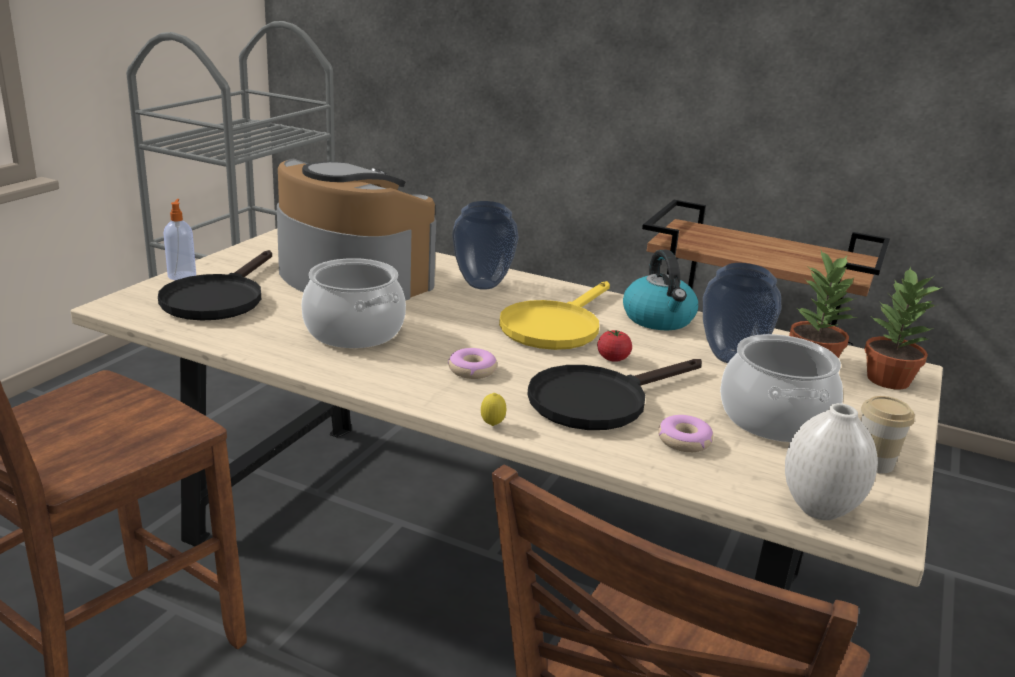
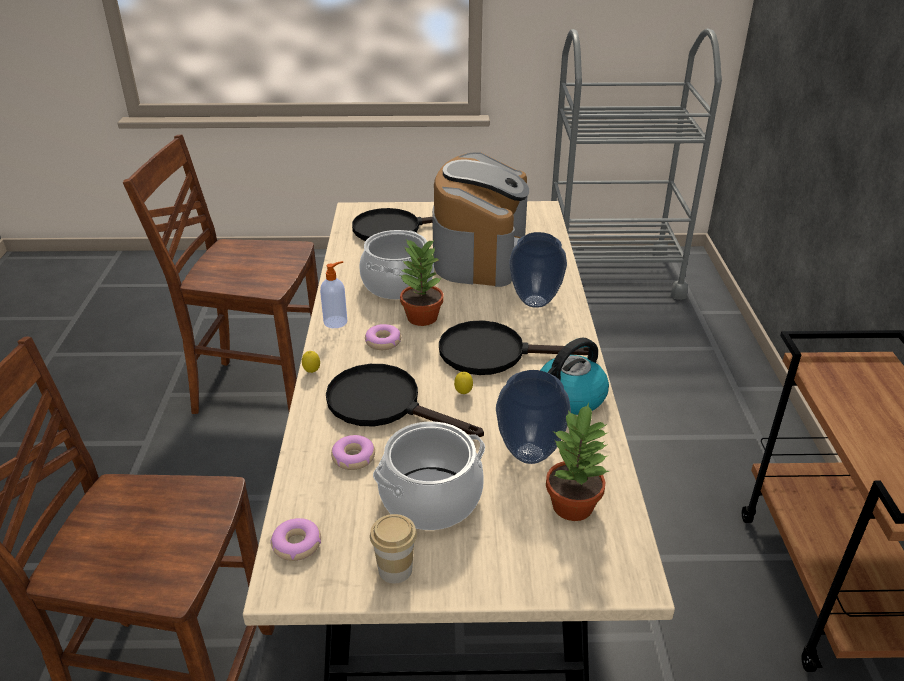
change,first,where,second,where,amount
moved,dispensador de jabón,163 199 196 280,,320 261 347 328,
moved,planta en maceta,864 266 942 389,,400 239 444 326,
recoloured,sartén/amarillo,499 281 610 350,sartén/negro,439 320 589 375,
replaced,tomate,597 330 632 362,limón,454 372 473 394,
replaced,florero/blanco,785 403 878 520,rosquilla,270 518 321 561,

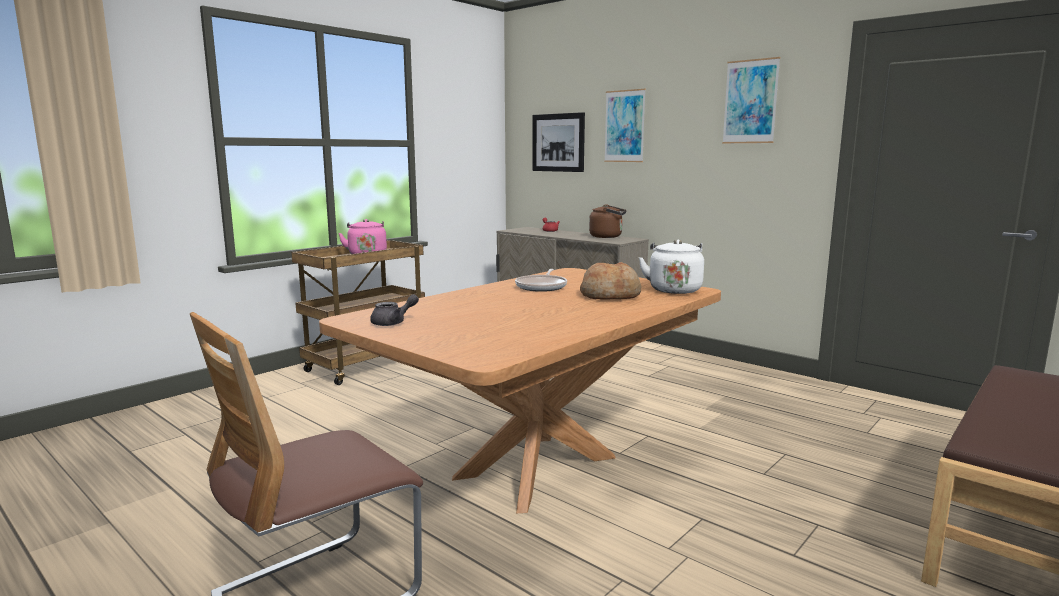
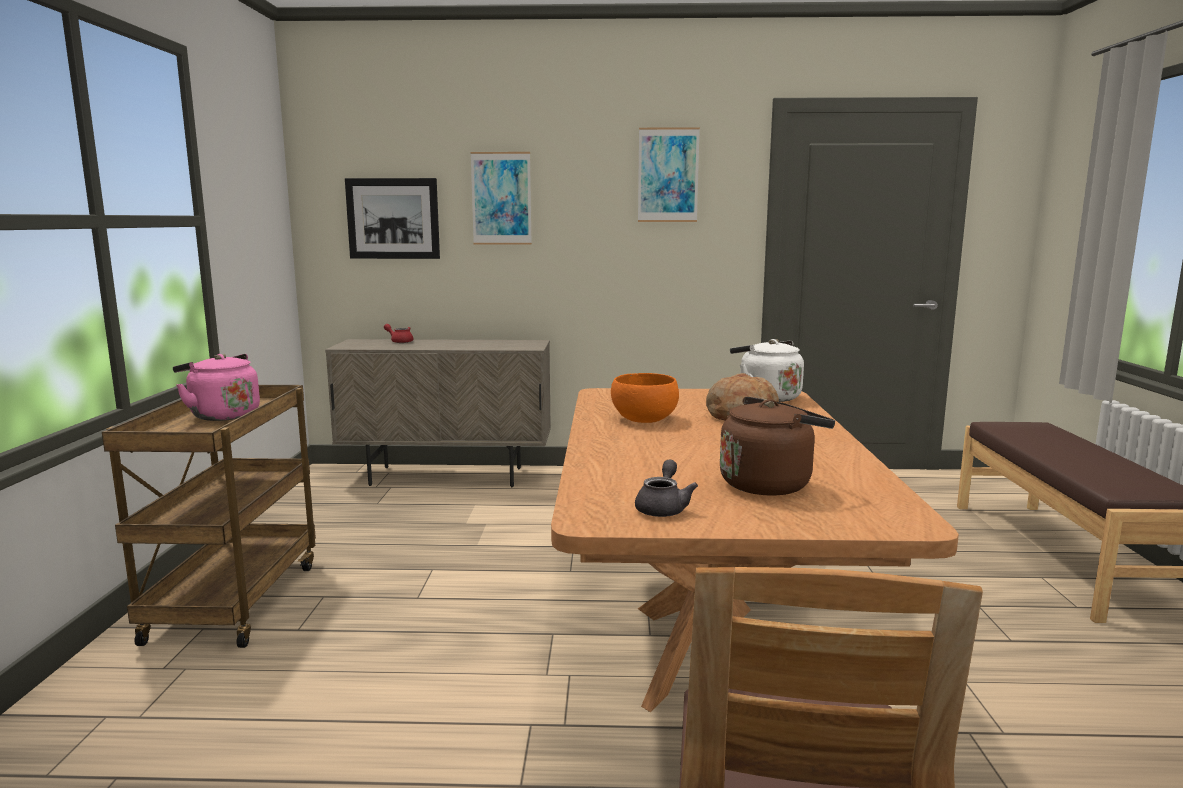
change,first,where,second,where,amount
moved,hervidor/marrón,589 204 626 238,,720 397 835 496,
replaced,sartén,515 269 567 292,cuenco/naranja,611 373 679 423,

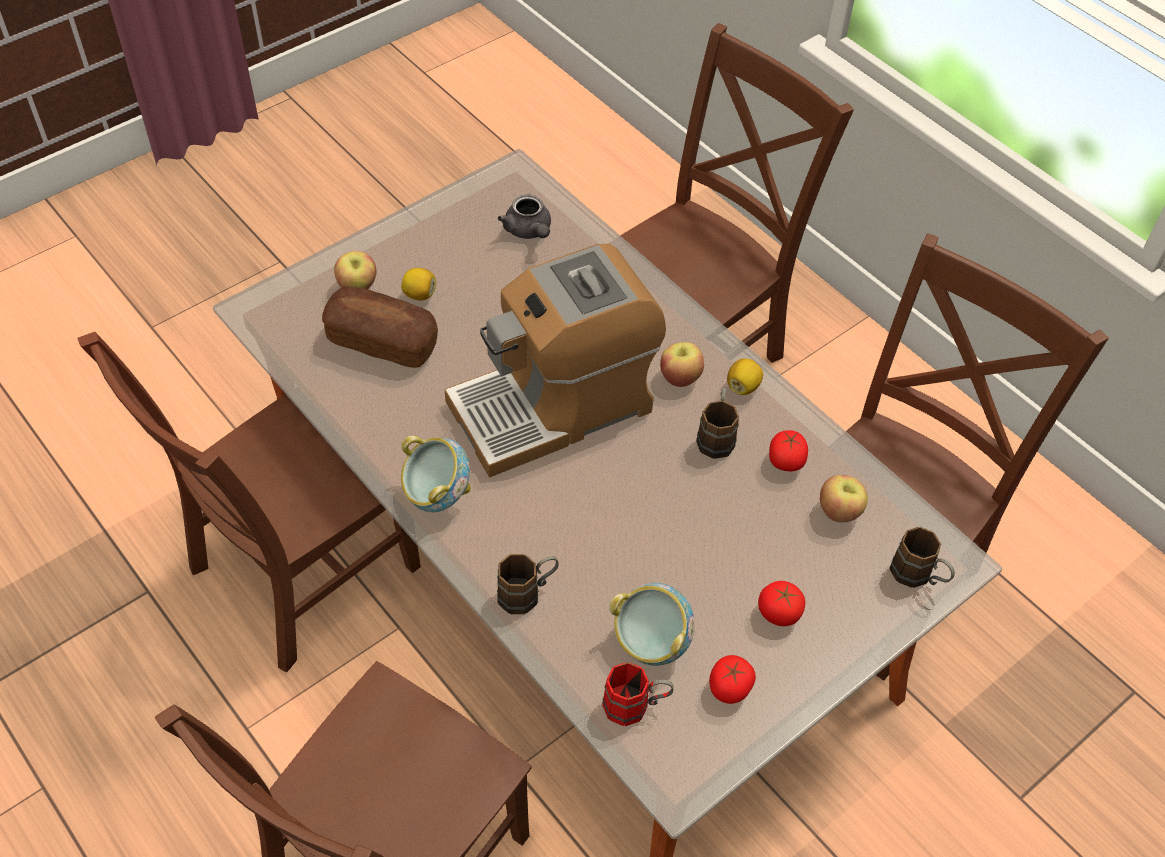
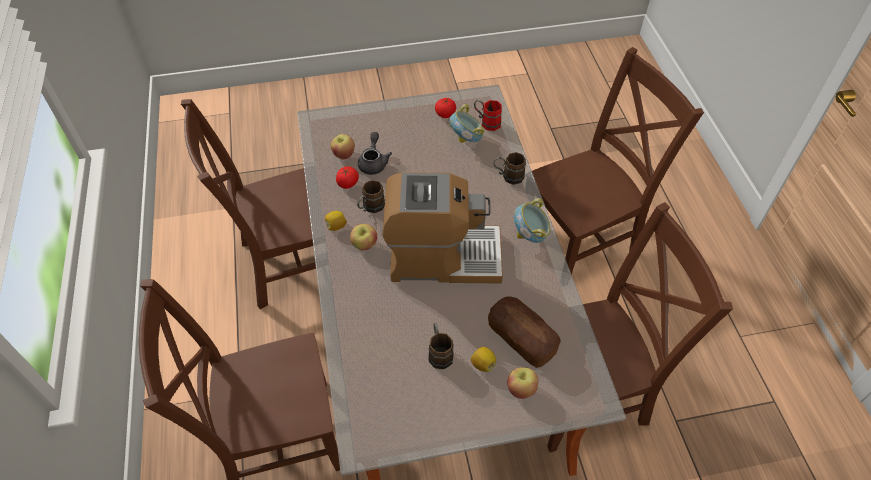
change,first,where,second,where,amount
moved,tetera/gris,498 195 551 239,,358 132 392 175,
moved,taza grande/marrón,890 527 955 588,,428 323 454 369,
removed,tomate,758 581 806 626,,,

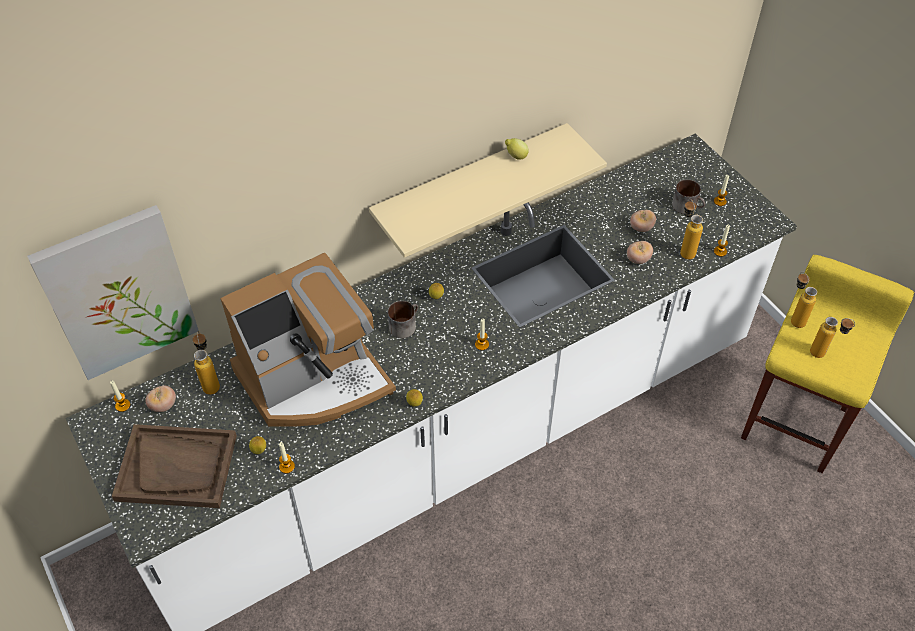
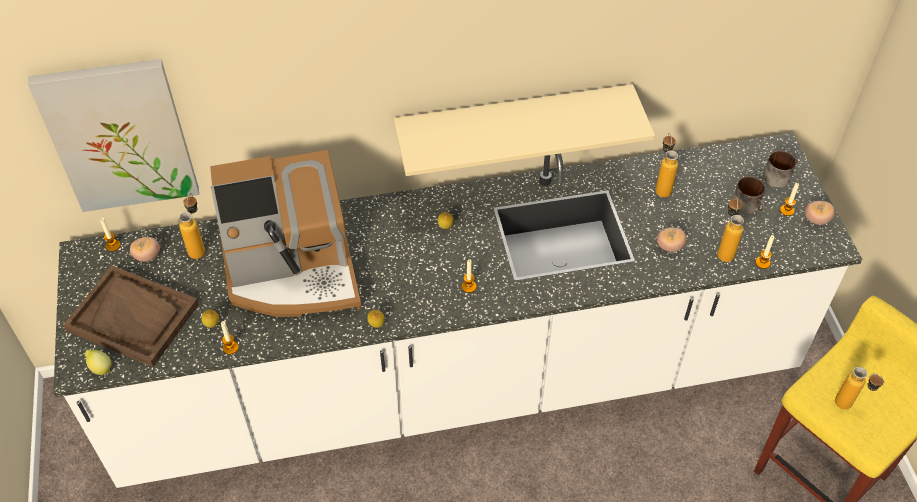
change,first,where,second,where,amount
moved,limón,505 138 529 160,,85 349 112 375,
moved,tomate,630 210 656 232,,805 201 835 225,
moved,botella,791 272 817 328,,655 133 678 197,
moved,taza grande,388 301 418 338,,763 151 798 188,

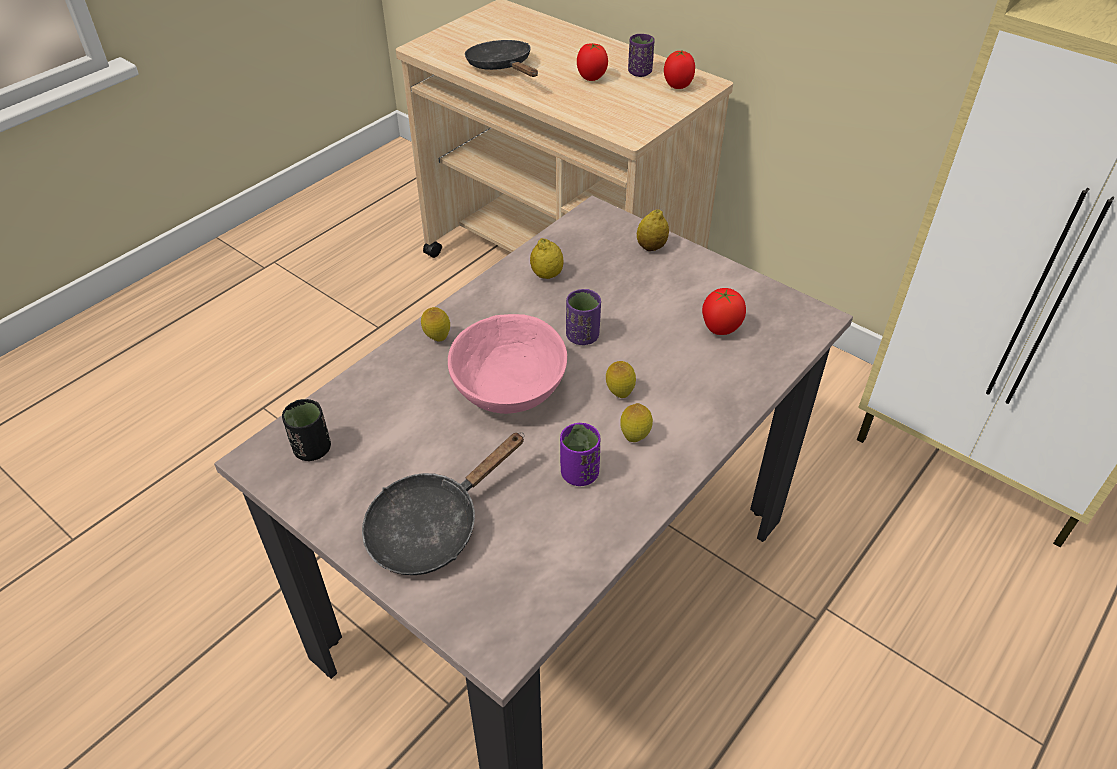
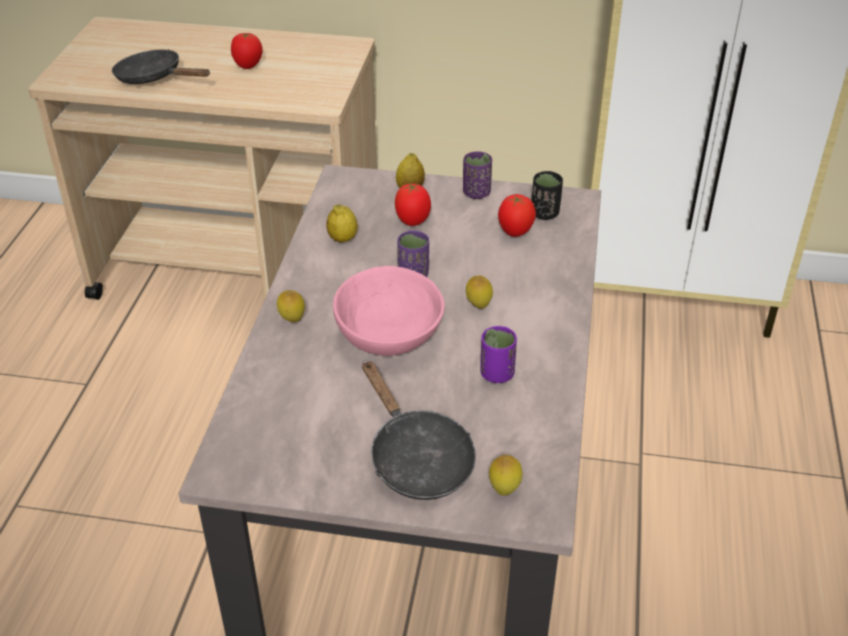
change,first,where,second,where,amount
moved,taza/morado,628 34 655 77,,463 151 492 199,
moved,tomate,664 51 695 89,,395 183 431 226,
moved,taza/negro,282 399 331 461,,531 171 563 220,
moved,limón,620 403 653 442,,489 455 522 495,
turned,sartén/negro,362 432 524 575,,362 360 476 500,45 degrees counterclockwise

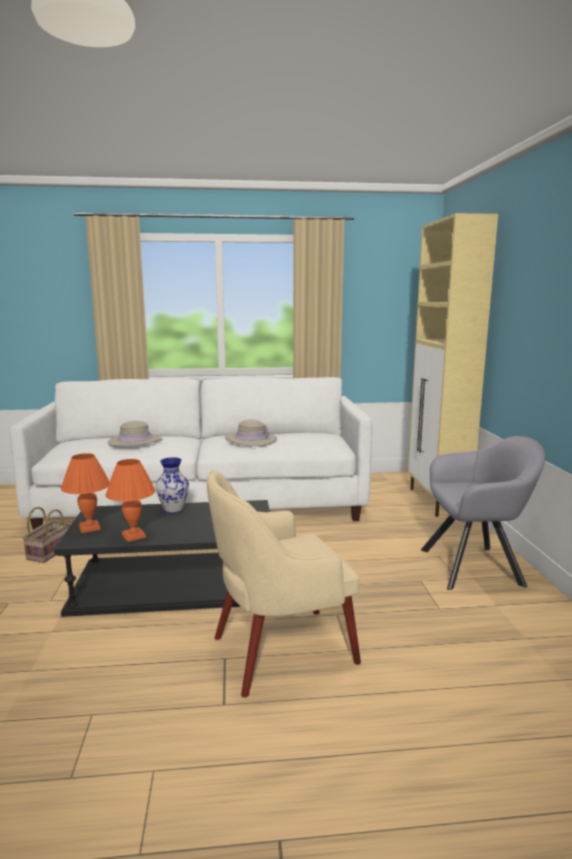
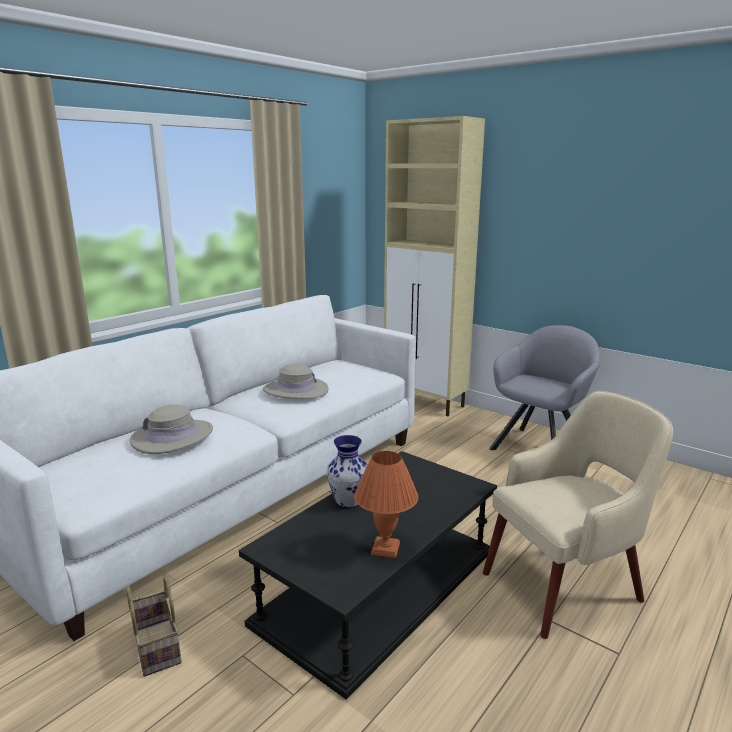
change,first,where,second,where,amount
removed,lámpara de mesa/naranja,61 453 110 533,,,
turned,sillón/beis,207 470 361 698,,483 391 673 639,135 degrees counterclockwise

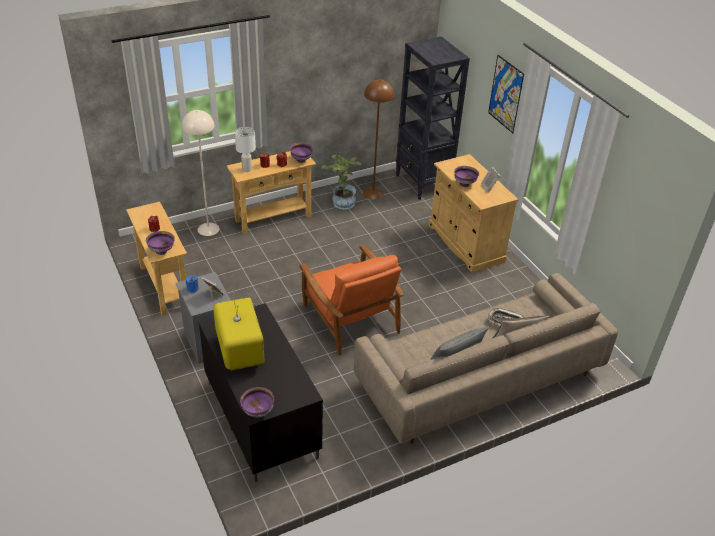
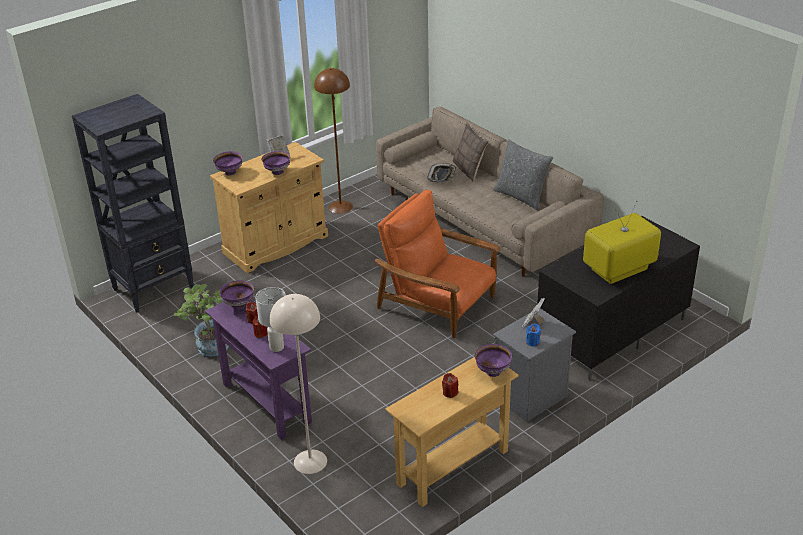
change,first,where,second,where,amount
removed,cuadro,488 55 524 133,,,
moved,lámpara de pie/marrón,363 79 394 200,,314 68 353 214,
recoloured,mesa consola/beis,226 151 316 234,mesa consola/morado,205 300 312 440,
turned,sillón/naranja,299 245 404 356,,375 190 501 339,105 degrees counterclockwise
moved,cuenco/morado,240 387 274 418,,213 151 243 175,

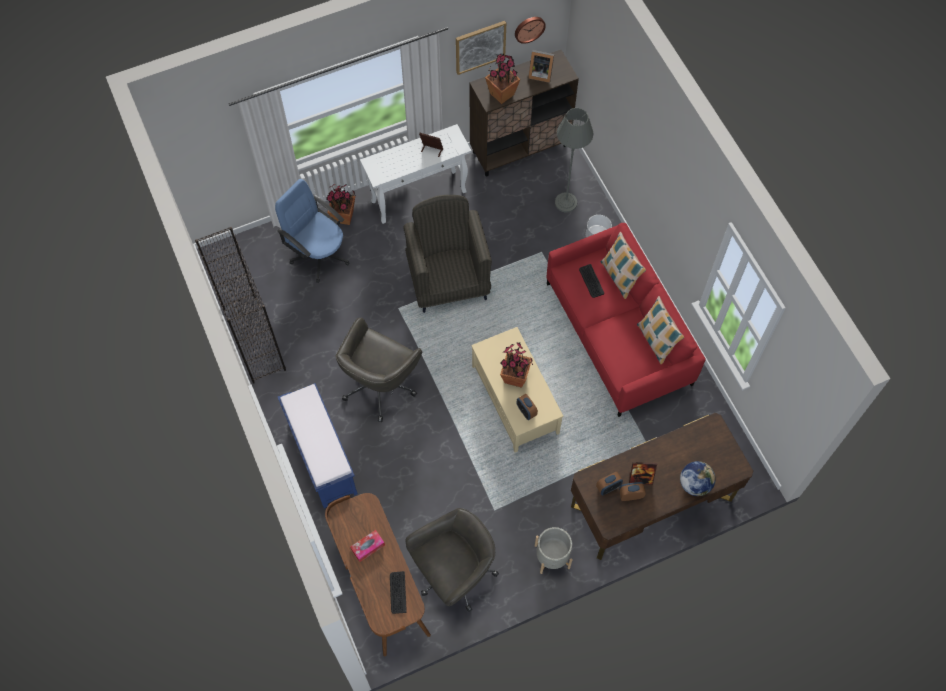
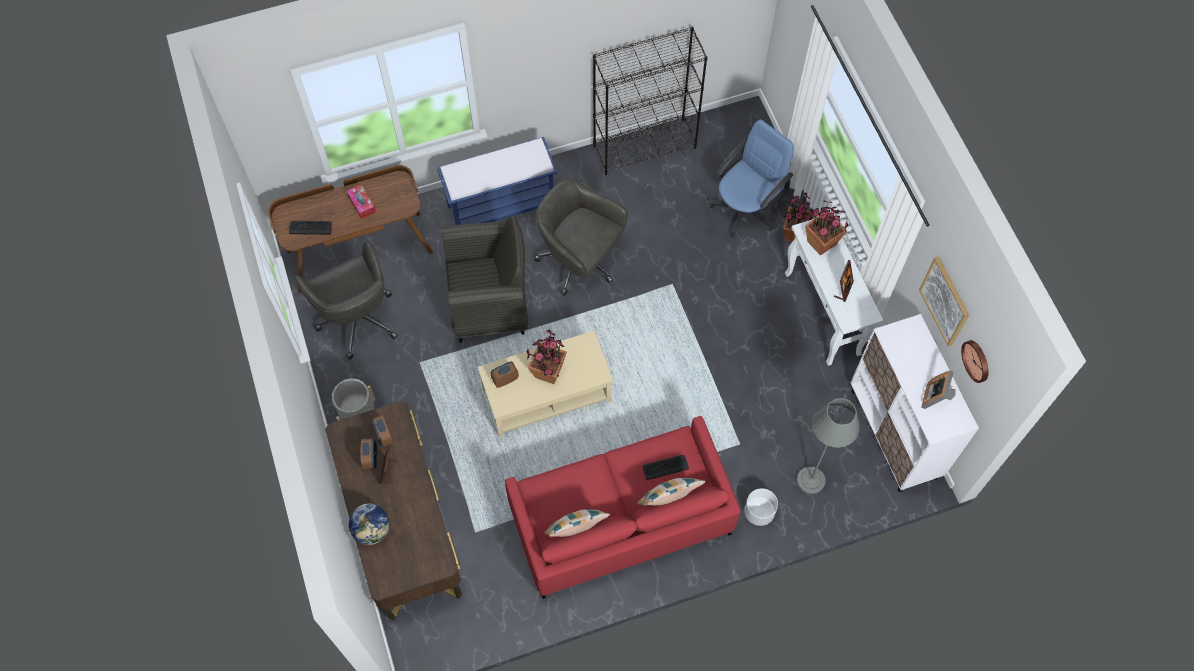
change,first,where,second,where,amount
recoloured,armario/marrón,469 50 579 177,armario/blanco,851 314 979 492,
moved,planta en maceta,485 54 520 104,,805 200 848 256,
moved,sillón/gris,403 195 492 313,,441 215 528 343,

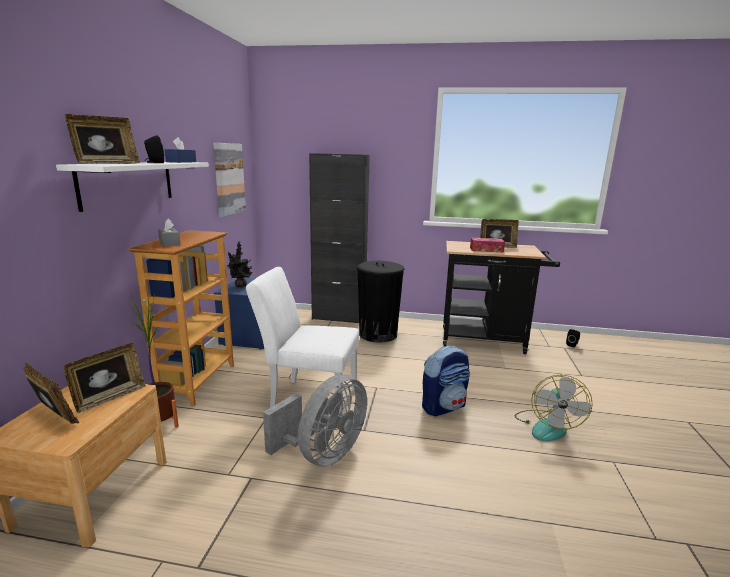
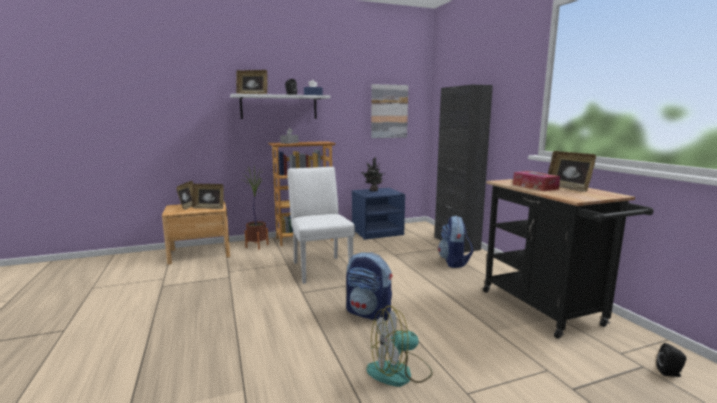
change,first,where,second,where,amount
replaced,papelera/negro,357 261 404 343,mochila,438 216 473 268,
removed,ventilador/gris,263 374 367 467,,,

